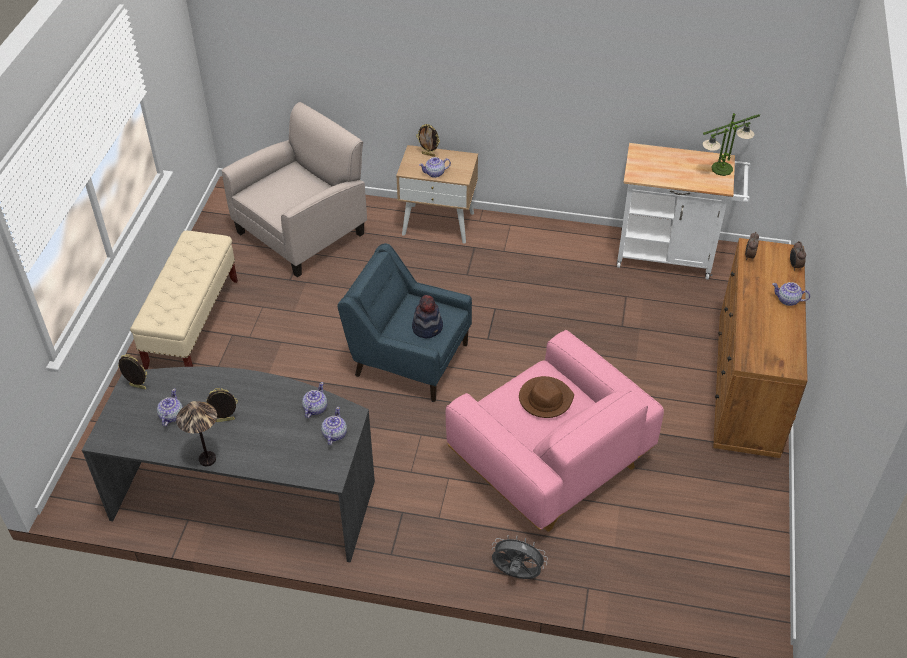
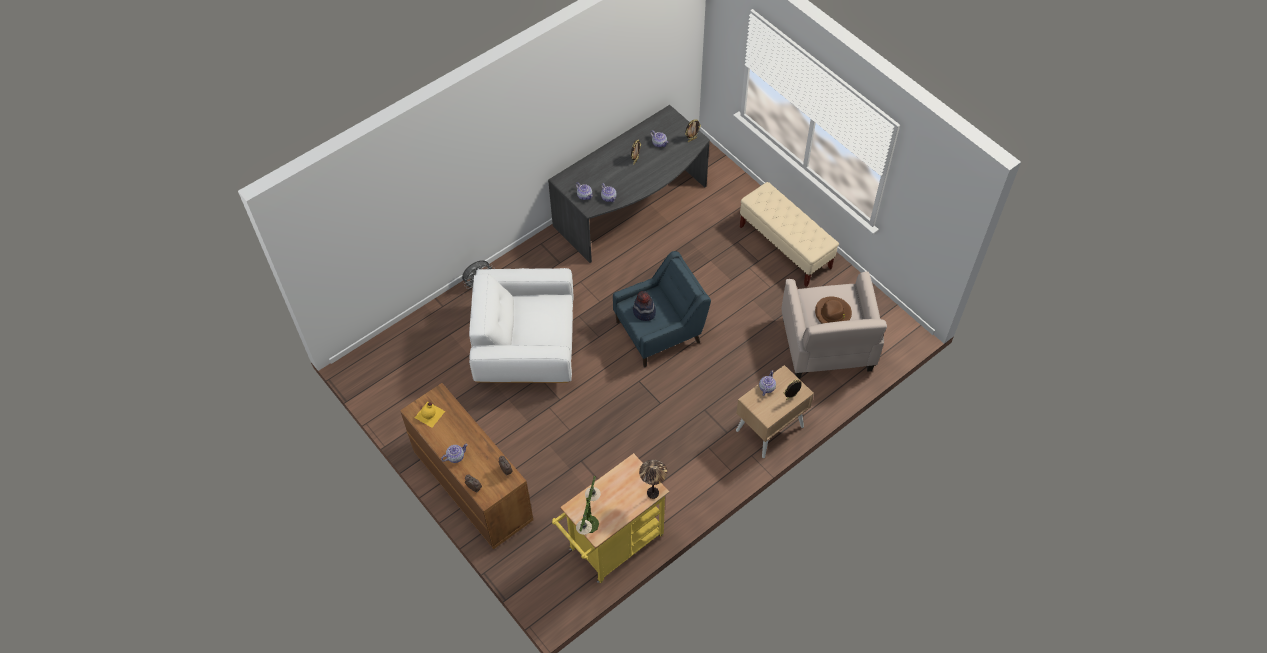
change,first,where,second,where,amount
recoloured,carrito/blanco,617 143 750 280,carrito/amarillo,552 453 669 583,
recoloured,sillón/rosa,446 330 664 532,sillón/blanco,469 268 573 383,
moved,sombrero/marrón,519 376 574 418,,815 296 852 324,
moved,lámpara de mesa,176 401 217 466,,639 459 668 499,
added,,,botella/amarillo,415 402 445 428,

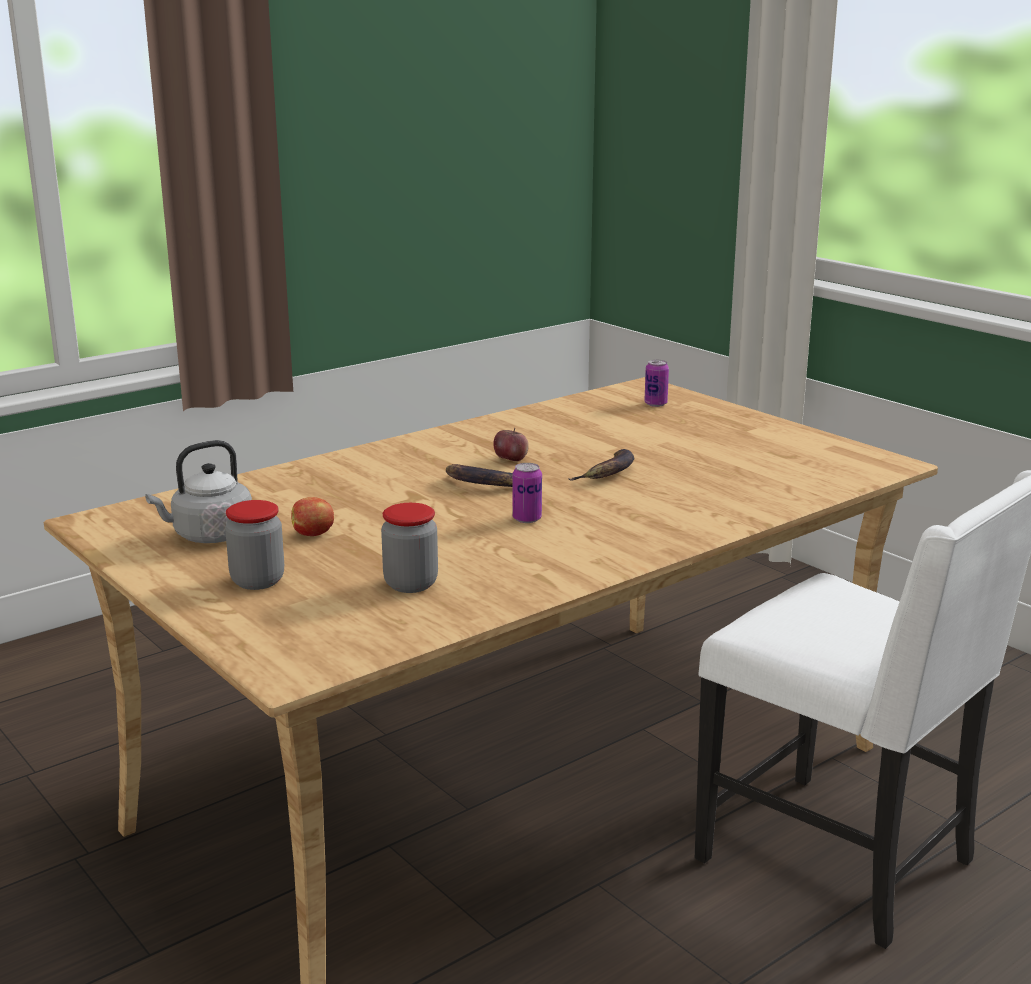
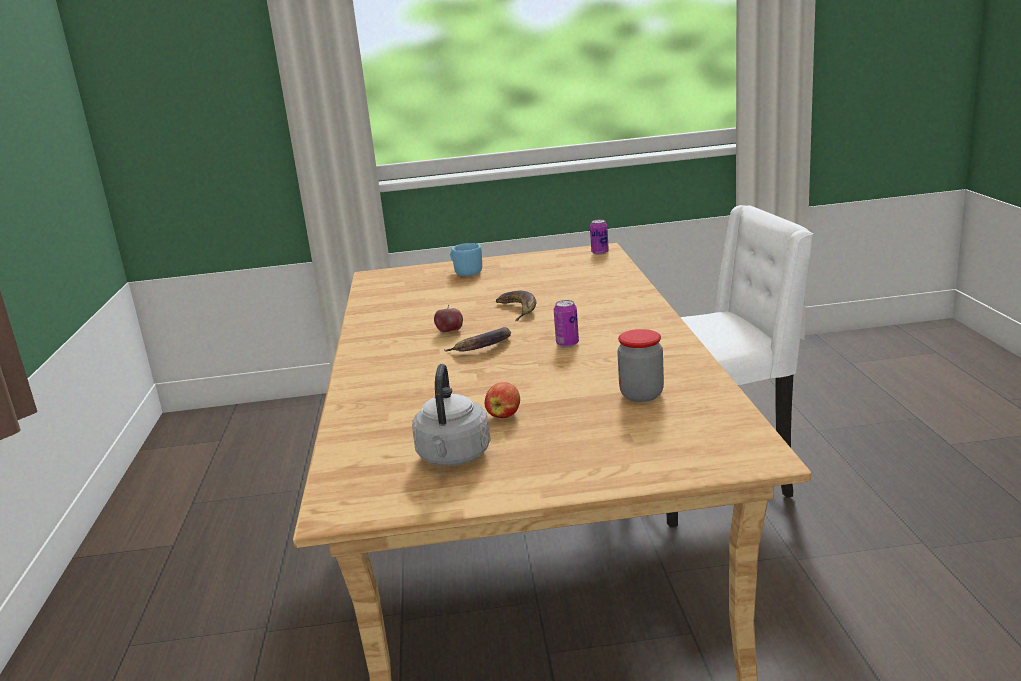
change,first,where,second,where,amount
moved,lata,644 360 669 407,,590 219 609 255,
removed,tarro,225 500 284 590,,,
added,,,taza grande/azul,450 243 482 276,

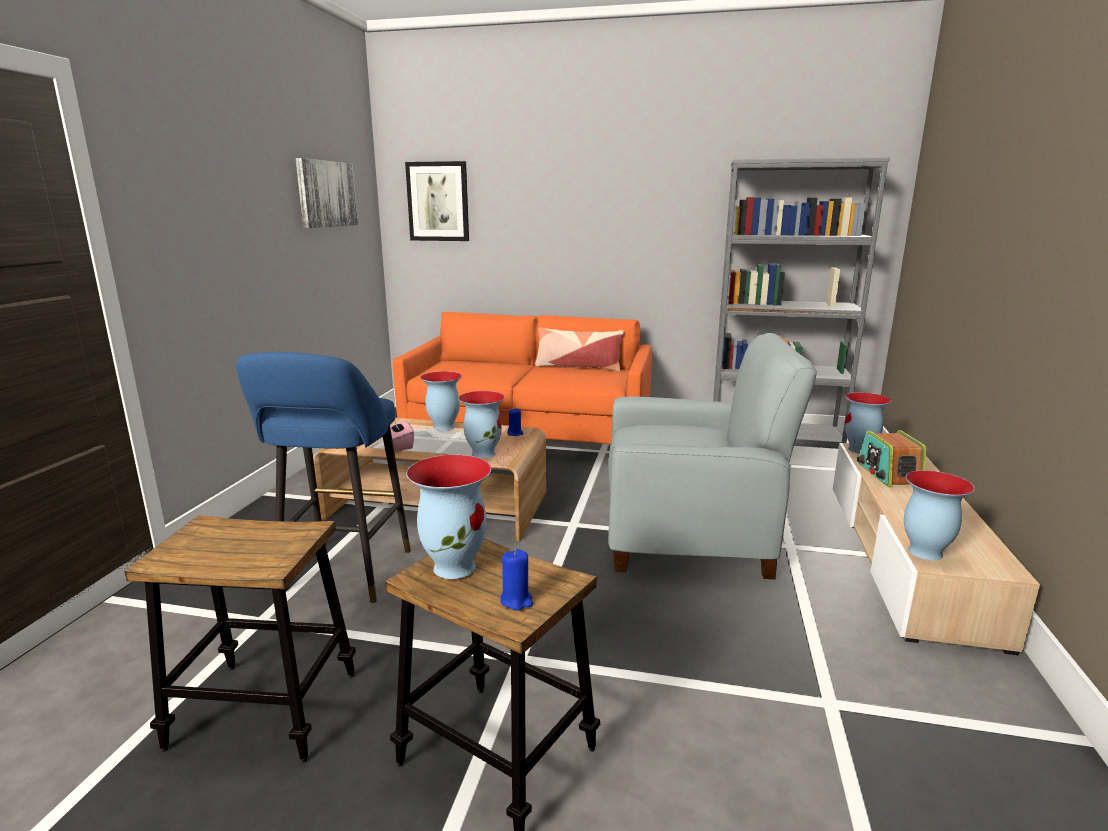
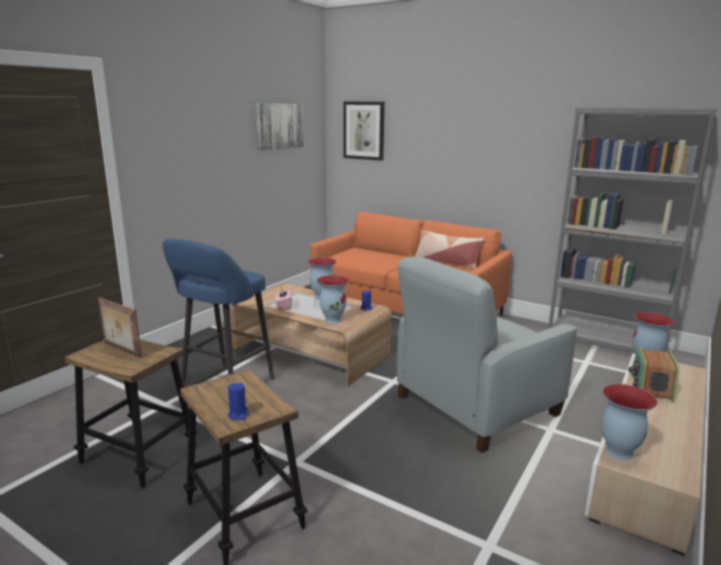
change,first,where,second,where,amount
turned,sillón/gris,608 333 817 579,,397 257 577 453,120 degrees clockwise
removed,florero,407 455 491 579,,,
added,,,portarretratos,98 297 142 358,

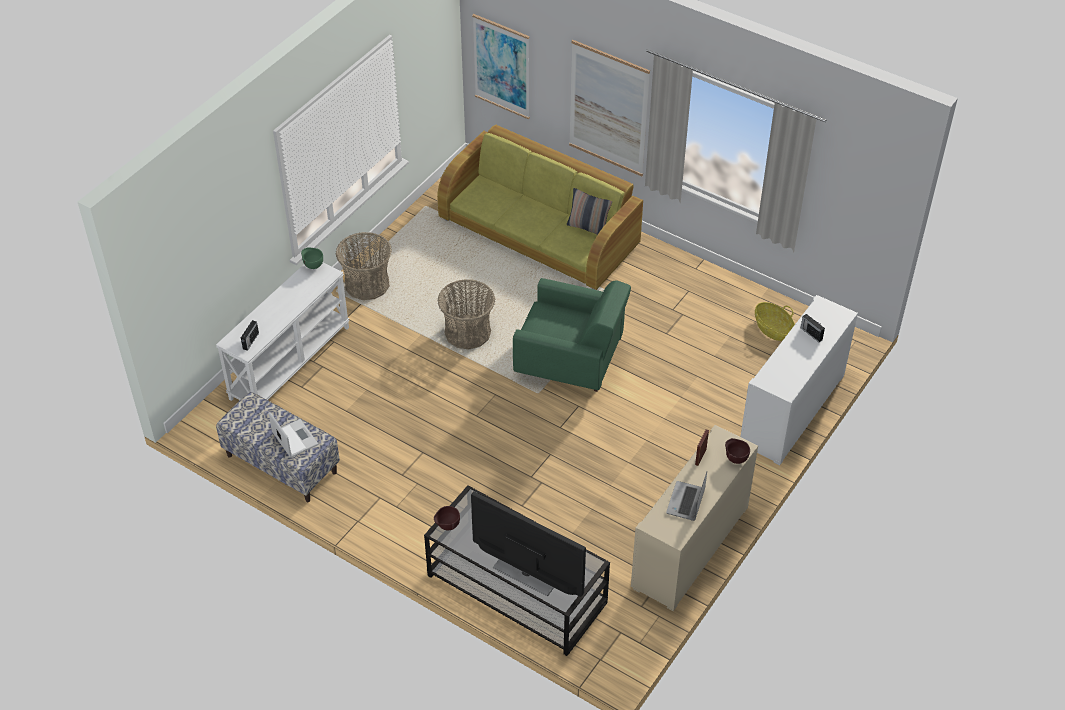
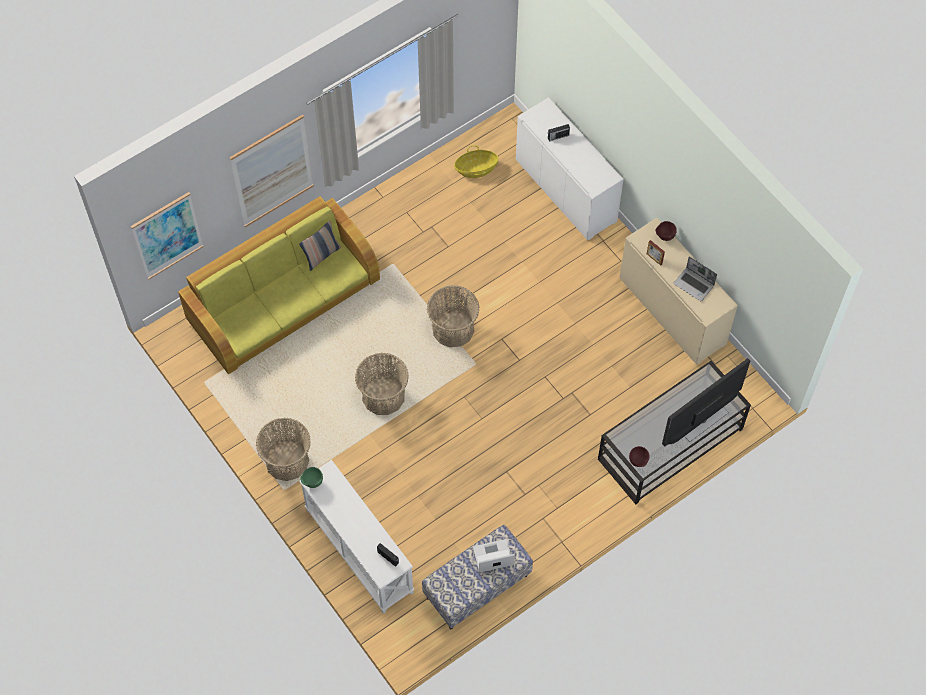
change,first,where,second,where,amount
replaced,sillón/verde,513 278 631 392,cesta,427 286 479 347,

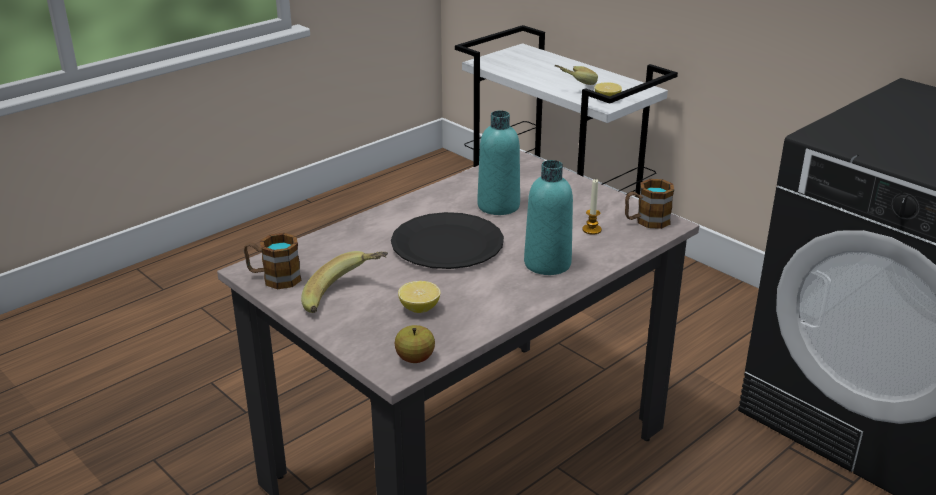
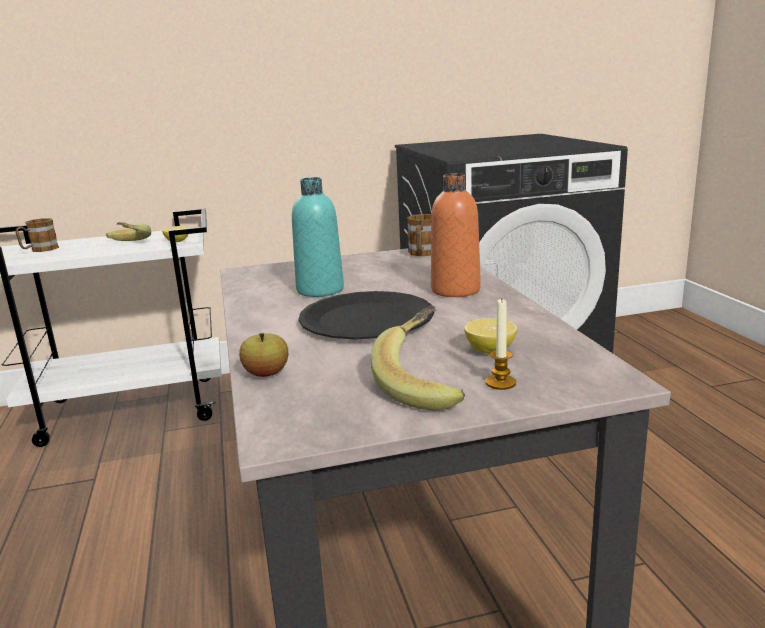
change,first,where,second,where,amount
recoloured,botella/turquesa,524 160 573 275,botella/naranja,431 173 481 297,
moved,vela,582 179 602 235,,486 299 516 390,
moved,taza grande,244 233 302 289,,16 218 59 252,
moved,manzana,395 325 435 363,,239 333 288 377,

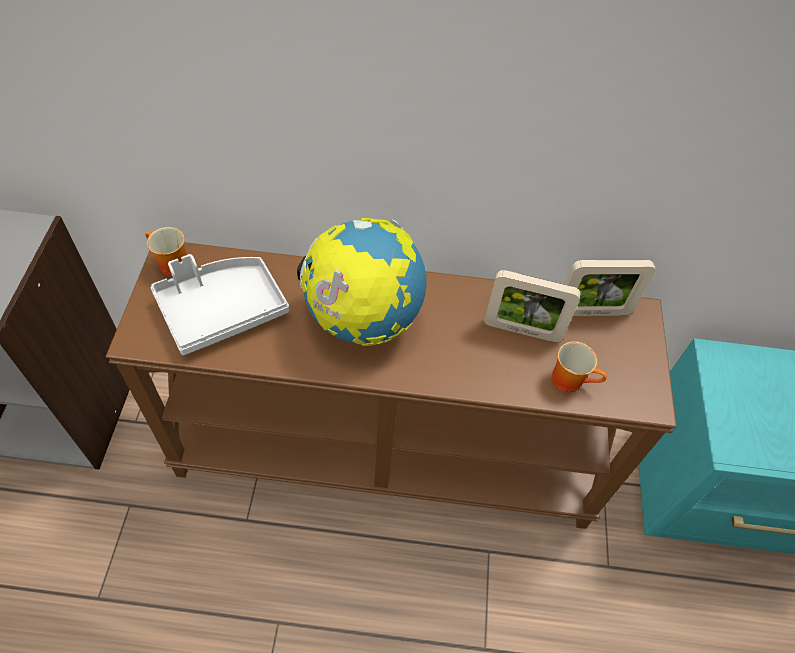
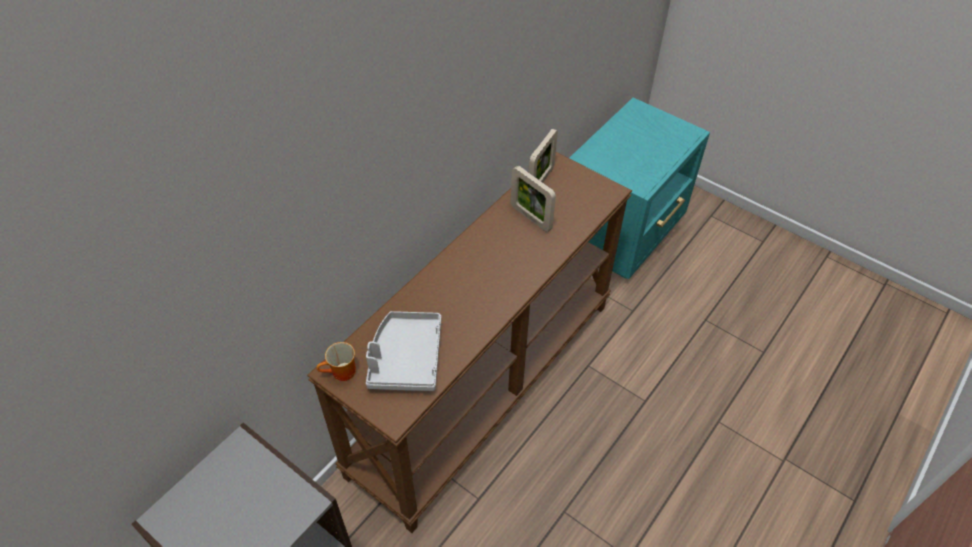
change,first,where,second,where,amount
removed,globo terráqueo,297 218 426 346,,,
turned,portarretratos,484 270 581 342,,511 166 556 232,90 degrees clockwise
removed,taza grande,552 341 607 392,,,

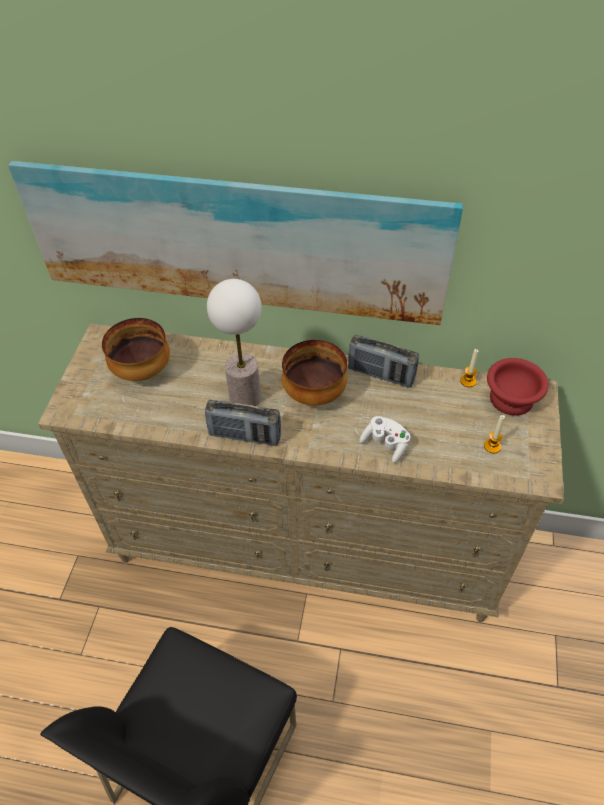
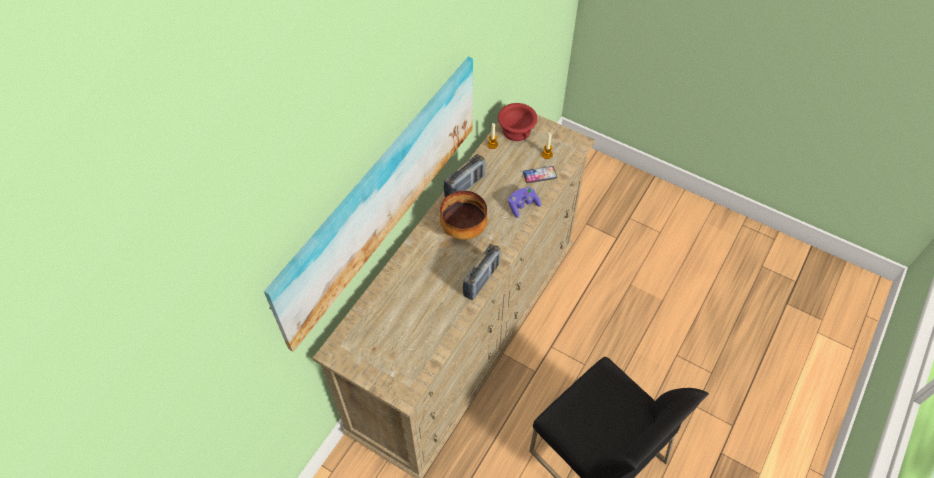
change,first,where,second,where,amount
removed,lámpara de mesa,207 279 262 406,,,
removed,cuenco,102 318 170 381,,,
recoloured,mando de consola/blanco,359 416 410 463,mando de consola/morado,508 187 541 218,
added,,,móvil,523 166 557 183,

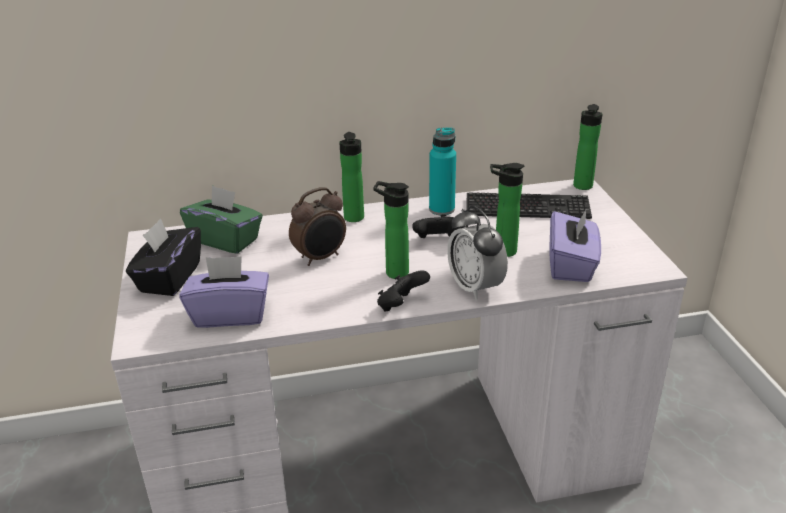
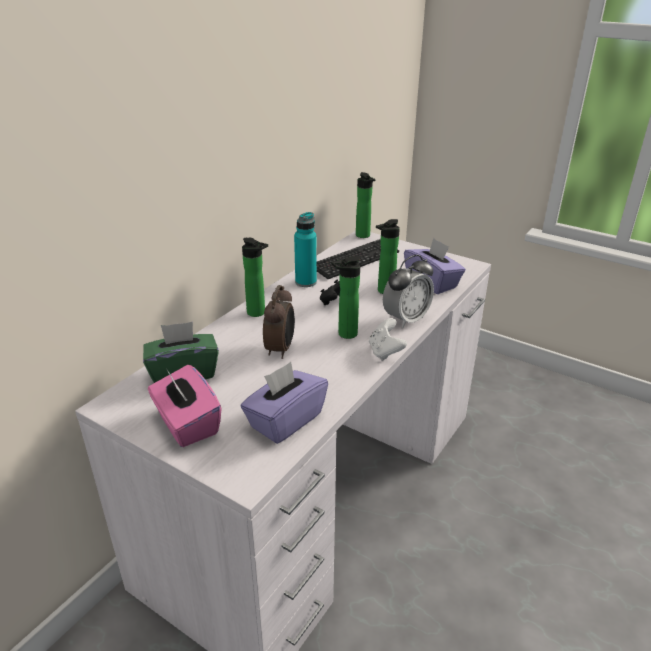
change,first,where,second,where,amount
turned,despertador,447 206 508 300,,383 255 434 328,60 degrees counterclockwise
recoloured,caja de pañuelos/negro,126 218 201 296,caja de pañuelos/rosa,148 365 222 447,
recoloured,mando de consola/negro,377 270 430 312,mando de consola/blanco,369 318 407 361,

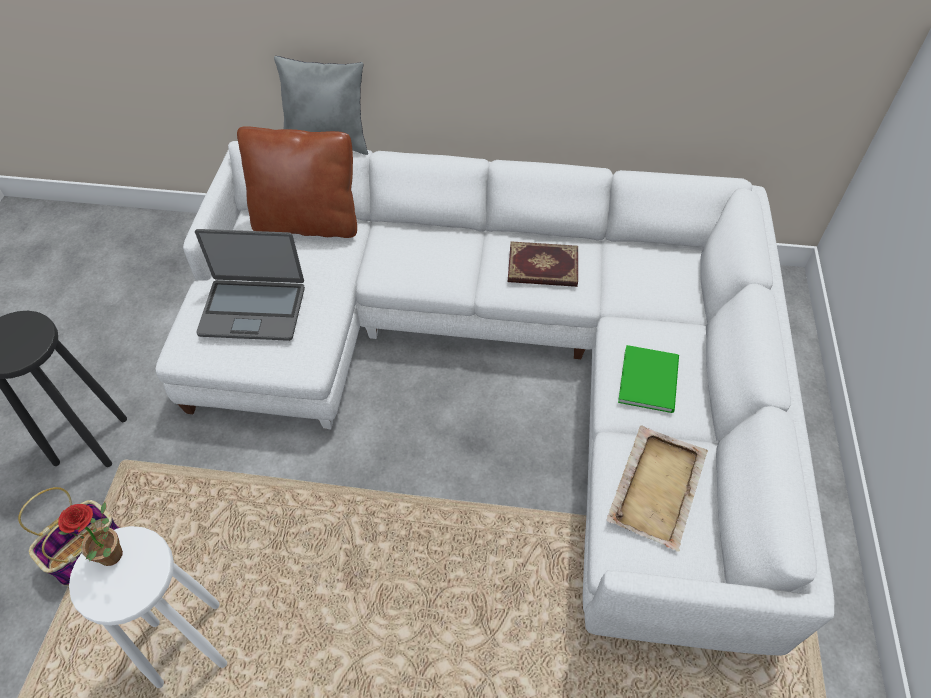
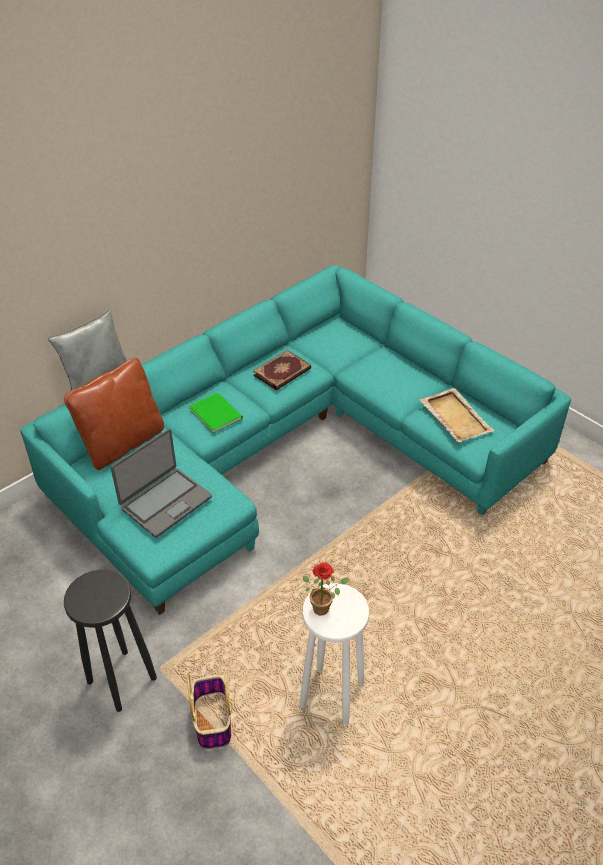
change,first,where,second,where,amount
recoloured,sofá/blanco,155 141 834 656,sofá/turquesa,20 265 571 615,
moved,libro/verde,618 345 679 413,,189 393 243 433,

